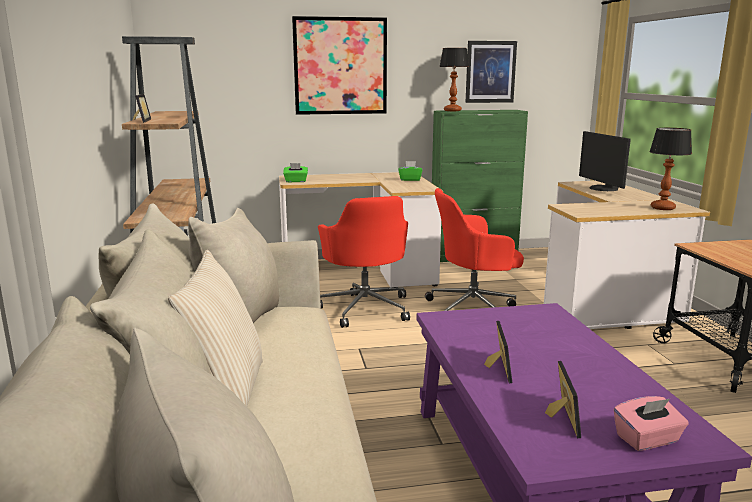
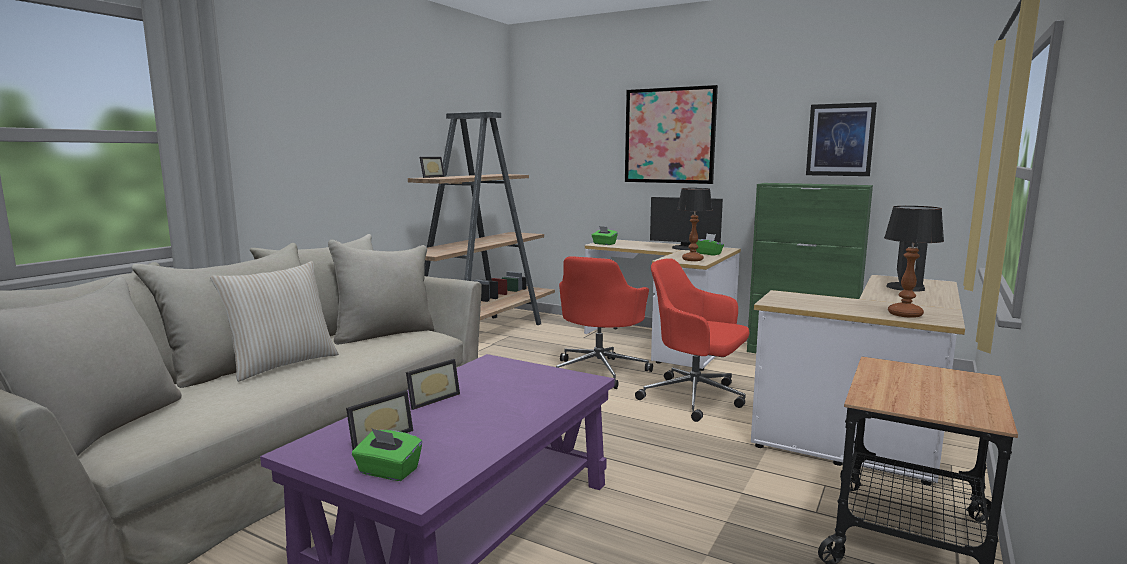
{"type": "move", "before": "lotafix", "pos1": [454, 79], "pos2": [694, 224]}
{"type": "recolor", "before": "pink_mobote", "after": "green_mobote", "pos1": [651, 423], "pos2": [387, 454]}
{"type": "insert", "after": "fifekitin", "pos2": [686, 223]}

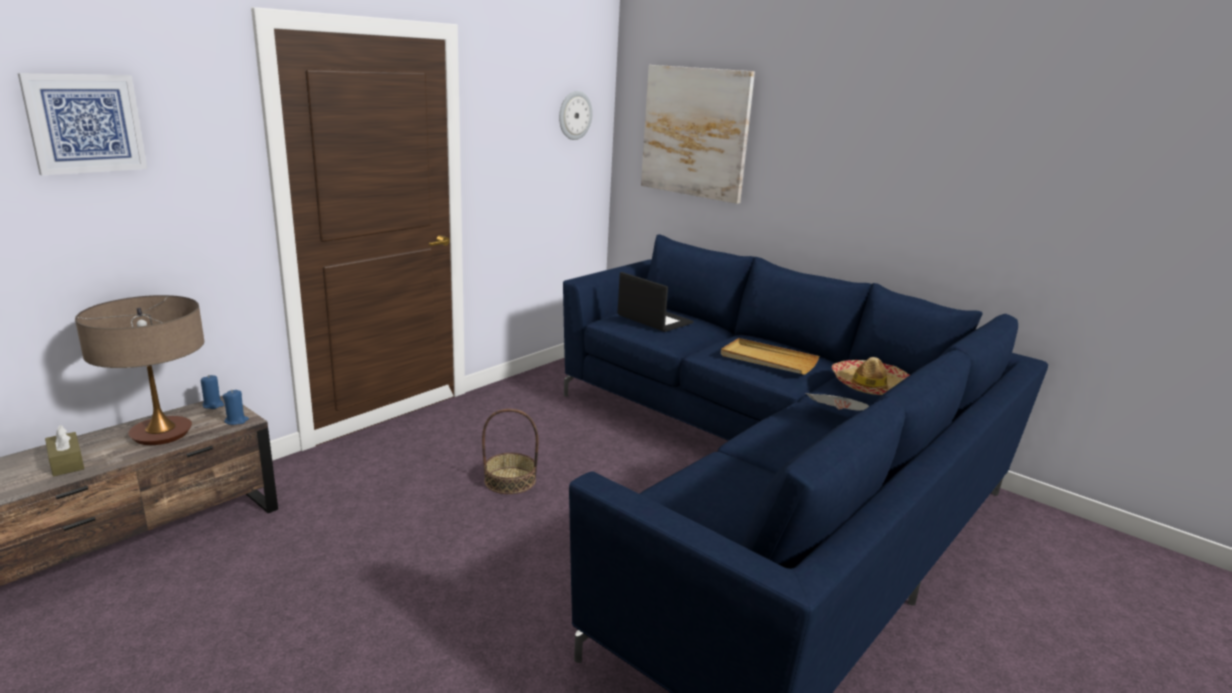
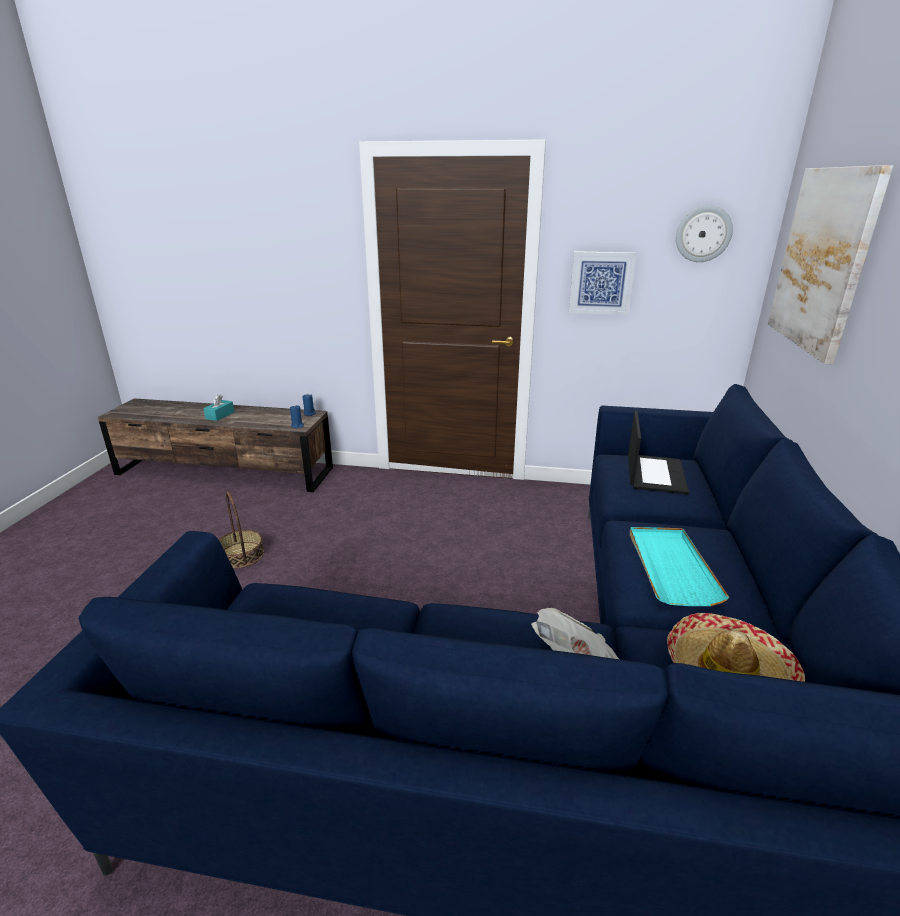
{"type": "move", "before": "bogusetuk", "pos1": [82, 124], "pos2": [603, 283]}
{"type": "recolor", "before": "brown_mobote", "after": "turquoise_mobote", "pos1": [64, 450], "pos2": [218, 407]}
{"type": "delete", "before": "lotafix", "pos1": [139, 370]}
{"type": "move", "before": "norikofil", "pos1": [510, 451], "pos2": [241, 530]}
{"type": "recolor", "before": "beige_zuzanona", "after": "turquoise_zuzanona", "pos1": [770, 356], "pos2": [679, 566]}

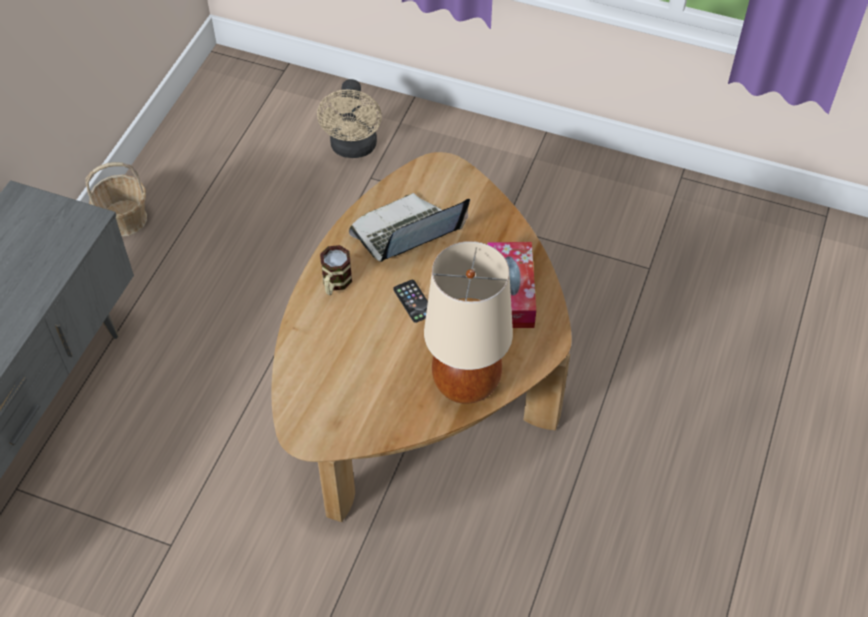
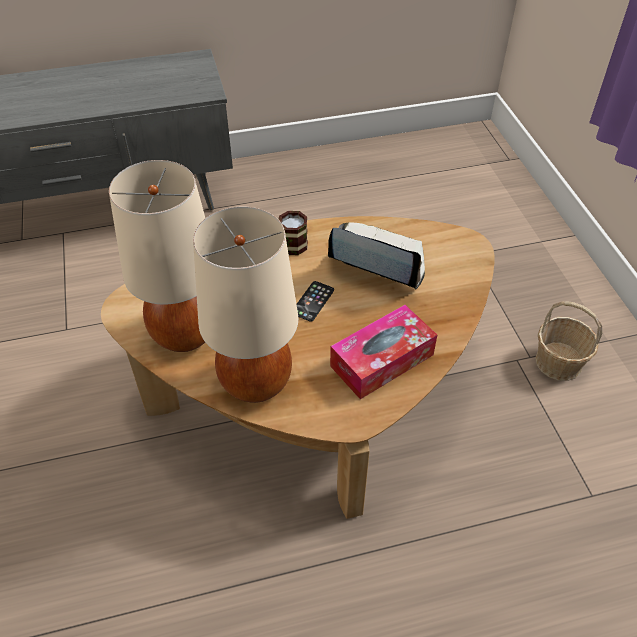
{"type": "move", "before": "norikofil", "pos1": [116, 199], "pos2": [568, 341]}
{"type": "delete", "before": "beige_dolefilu", "pos1": [349, 118]}
{"type": "insert", "after": "beige_lotafix", "pos2": [157, 256]}

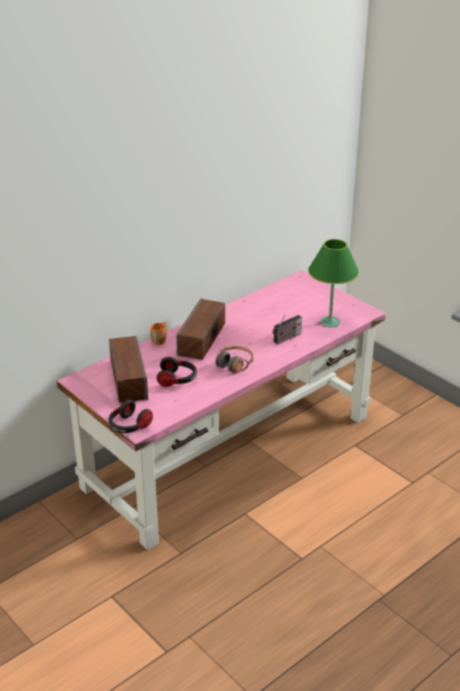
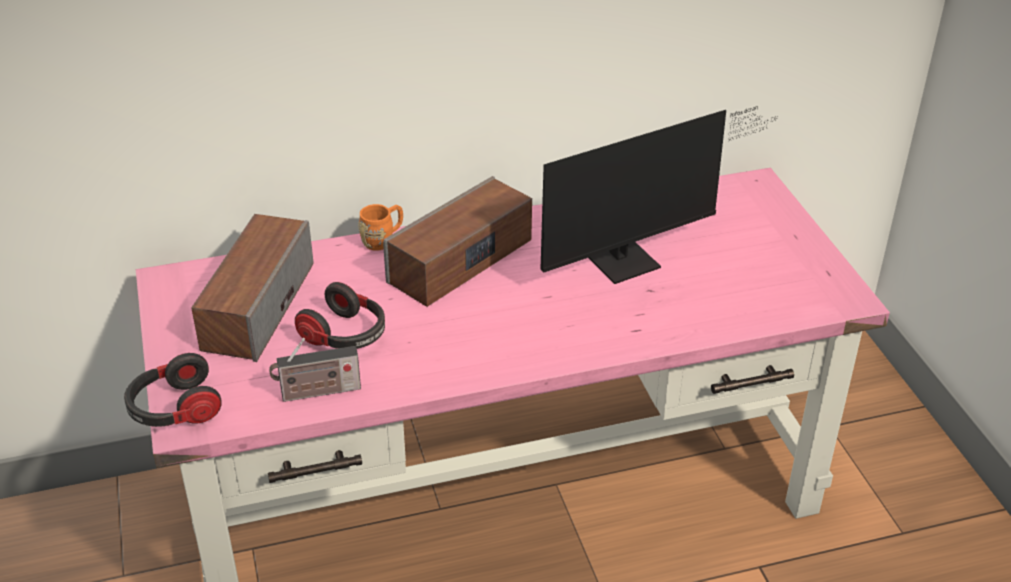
{"type": "delete", "before": "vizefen", "pos1": [235, 359]}
{"type": "move", "before": "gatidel", "pos1": [287, 329], "pos2": [315, 370]}
{"type": "delete", "before": "green_lotafix", "pos1": [333, 283]}
{"type": "insert", "after": "fifekitin", "pos2": [658, 195]}

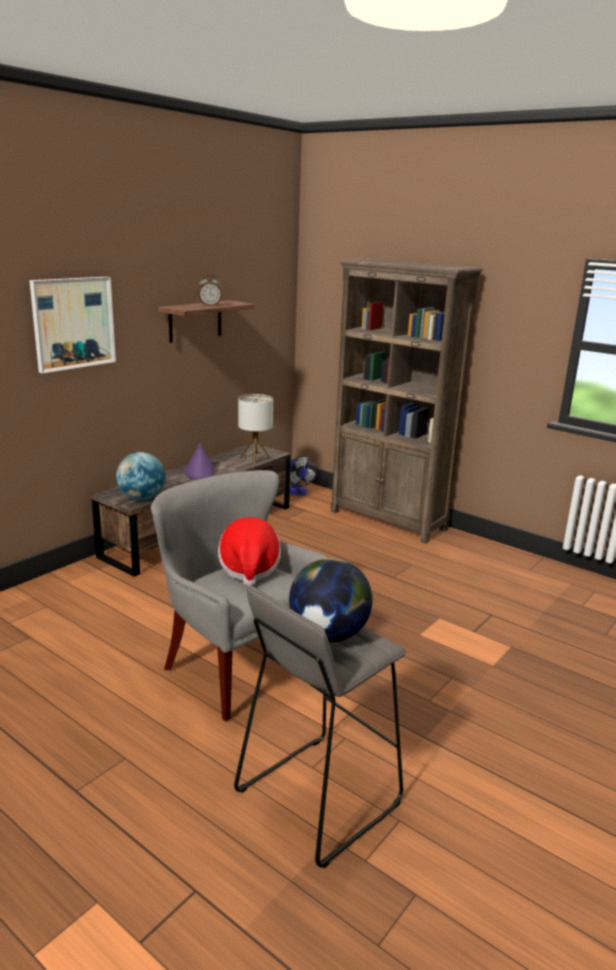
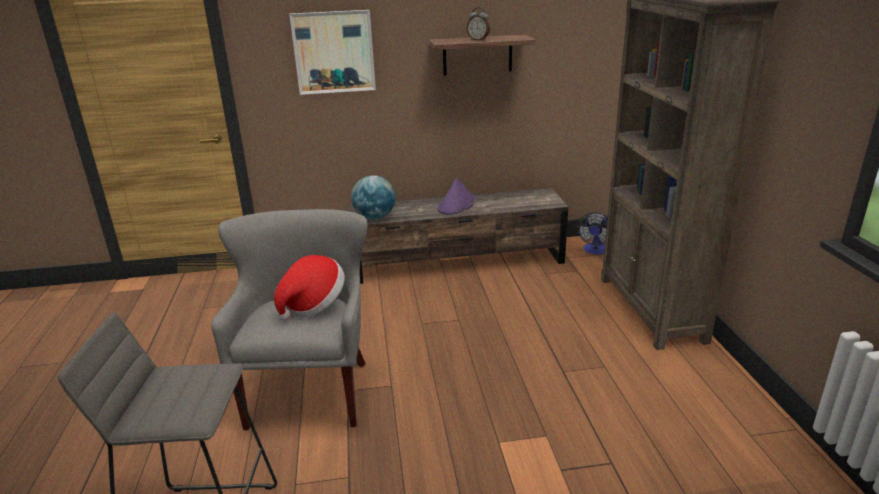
{"type": "delete", "before": "lotafix", "pos1": [255, 428]}
{"type": "delete", "before": "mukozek", "pos1": [330, 600]}

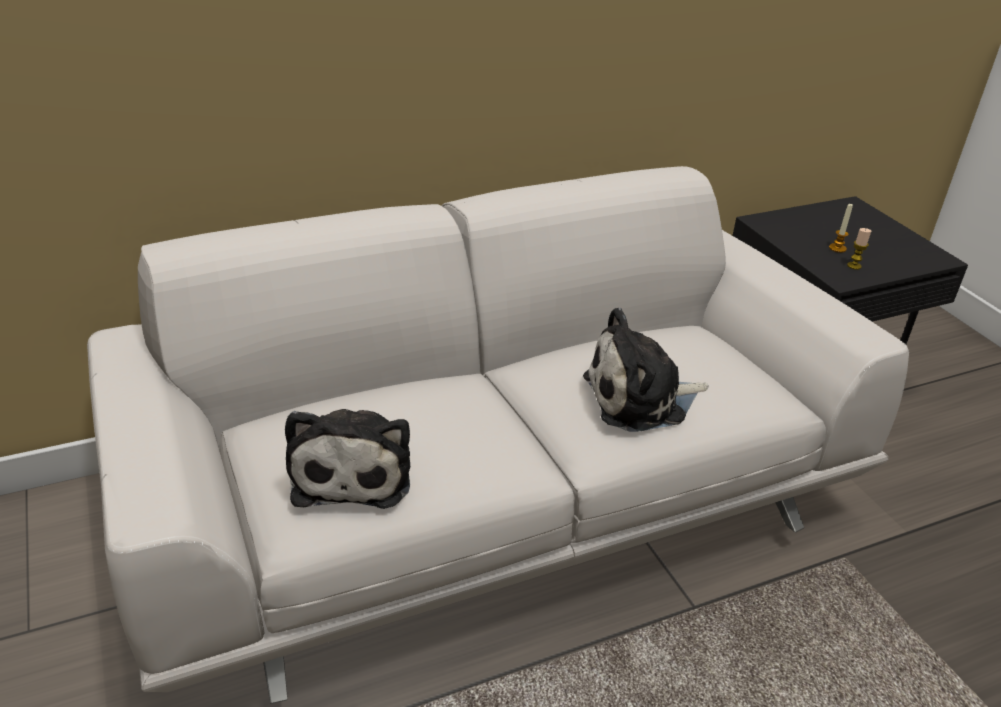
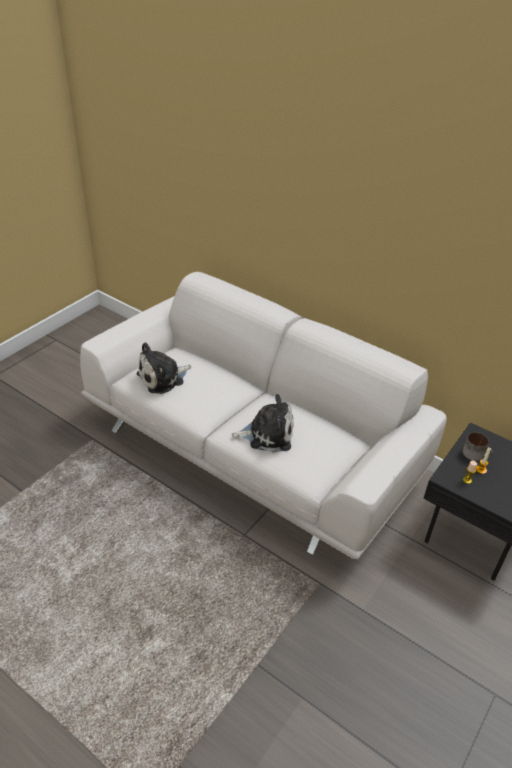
{"type": "rotate", "before": "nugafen", "pos1": [645, 370], "pos2": [263, 423], "turn": 135}
{"type": "insert", "after": "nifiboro", "pos2": [478, 446]}

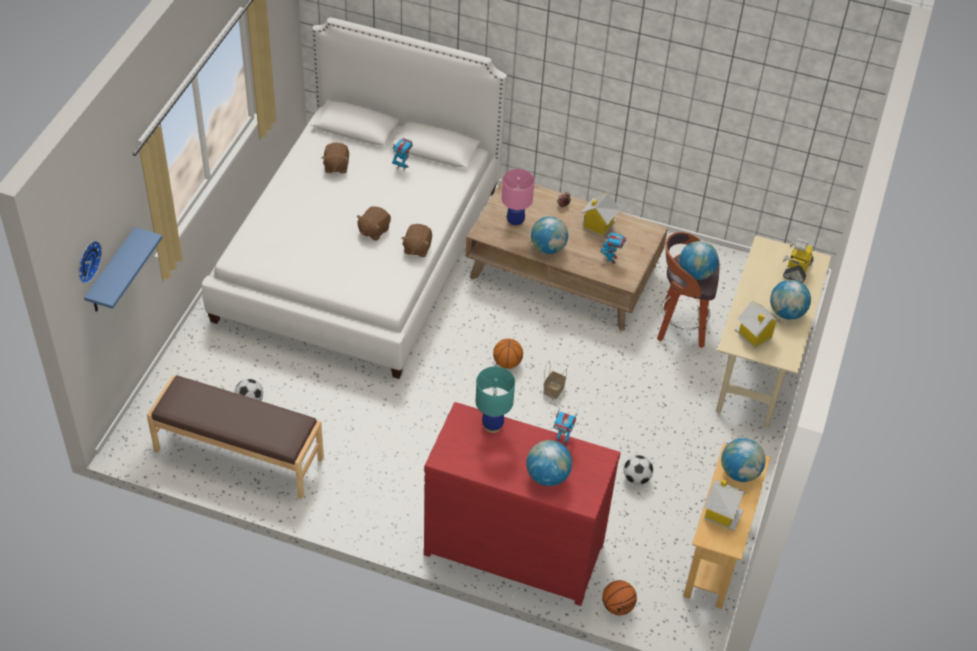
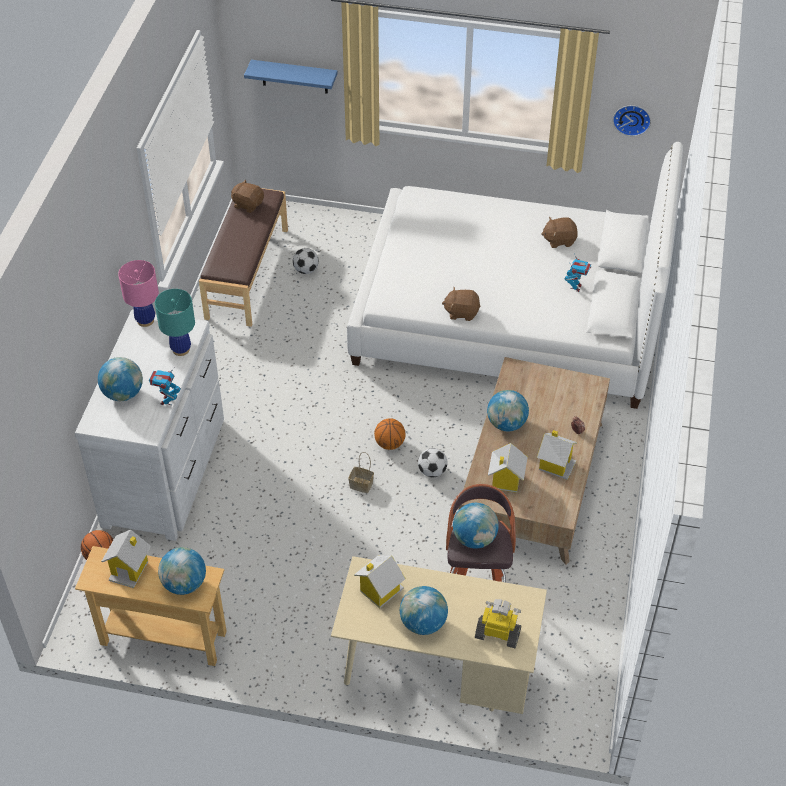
{"type": "move", "before": "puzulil", "pos1": [90, 262], "pos2": [632, 120]}
{"type": "move", "before": "brown_nugafen", "pos1": [374, 223], "pos2": [247, 196]}
{"type": "recolor", "before": "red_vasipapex", "after": "white_vasipapex", "pos1": [522, 504], "pos2": [149, 425]}
{"type": "move", "before": "pink_lotafix", "pos1": [518, 198], "pos2": [138, 293]}
{"type": "replace", "before": "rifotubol", "after": "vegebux", "pos1": [614, 245], "pos2": [508, 468]}
{"type": "move", "before": "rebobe", "pos1": [638, 470], "pos2": [432, 462]}

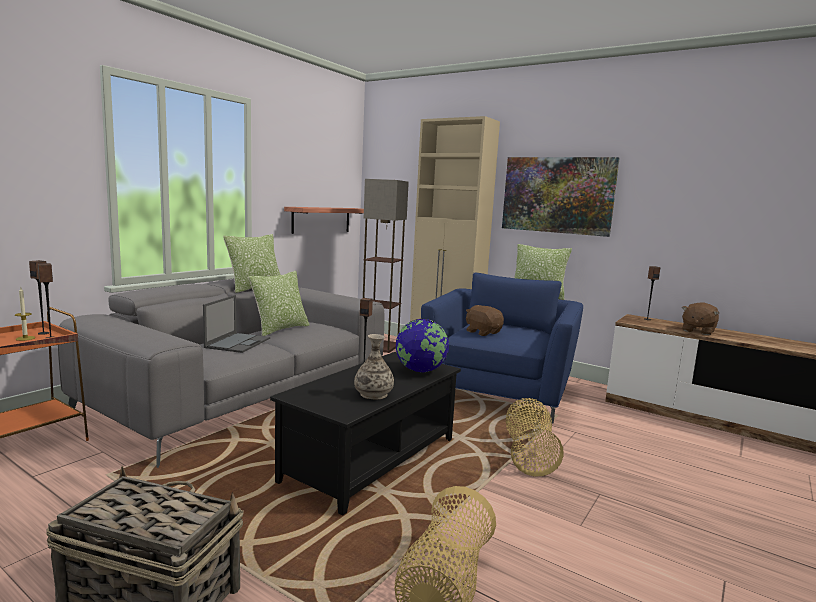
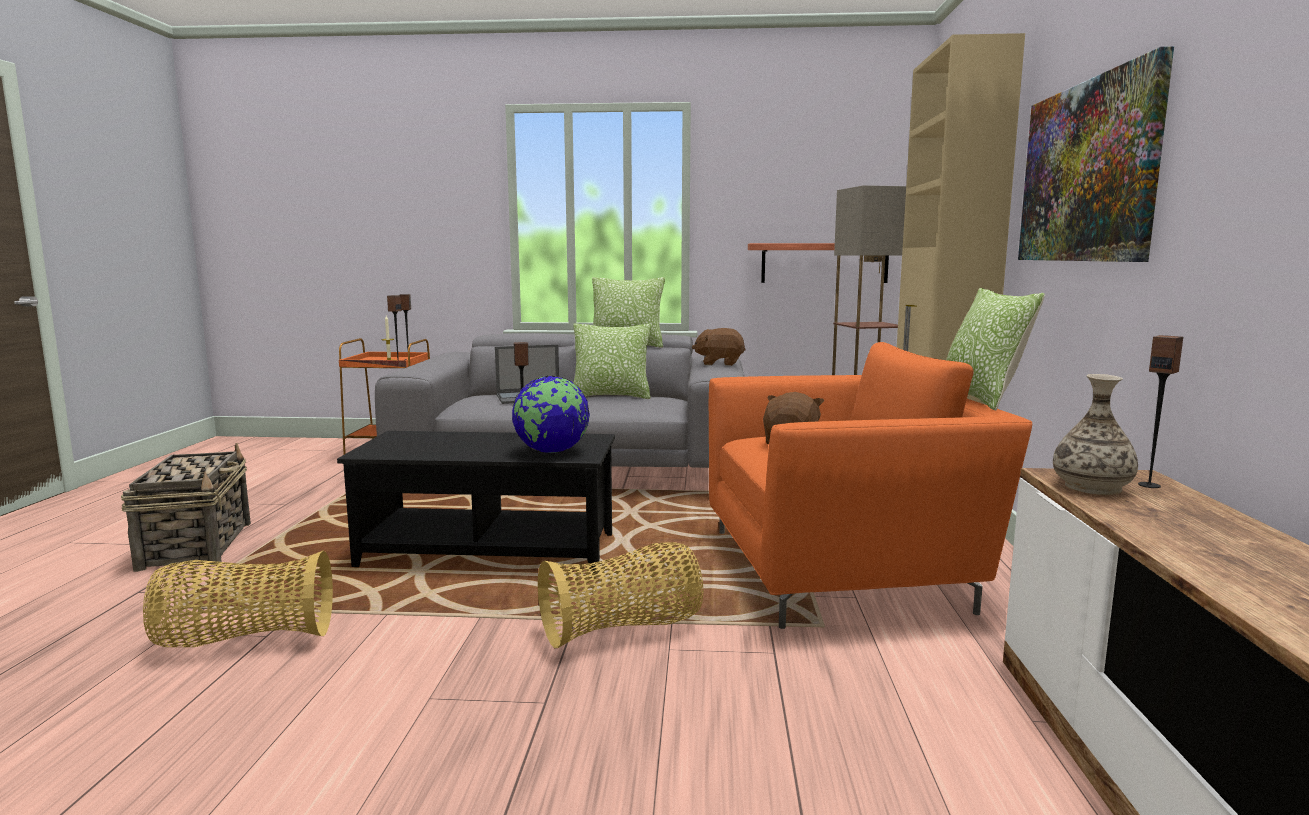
{"type": "move", "before": "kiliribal", "pos1": [374, 367], "pos2": [1095, 434]}
{"type": "recolor", "before": "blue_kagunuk", "after": "orange_kagunuk", "pos1": [502, 347], "pos2": [870, 485]}
{"type": "move", "before": "brown_nugafen", "pos1": [700, 319], "pos2": [719, 347]}

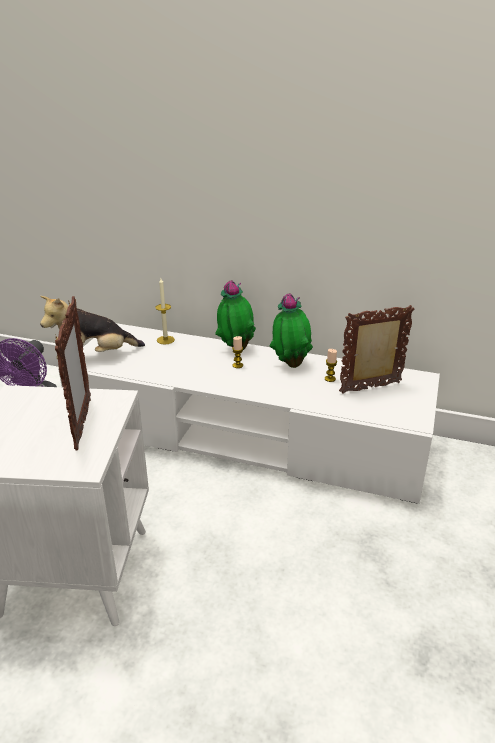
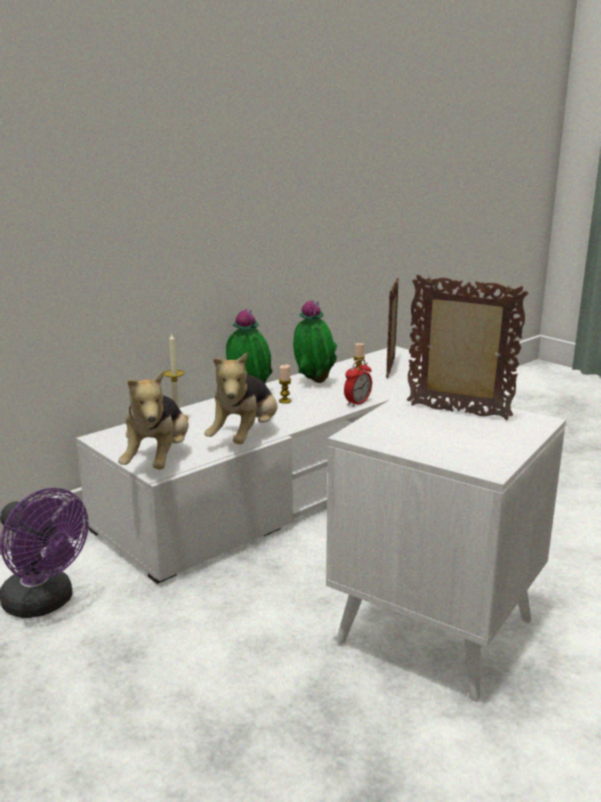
{"type": "insert", "after": "nugafen", "pos2": [240, 398]}
{"type": "insert", "after": "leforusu", "pos2": [358, 383]}

